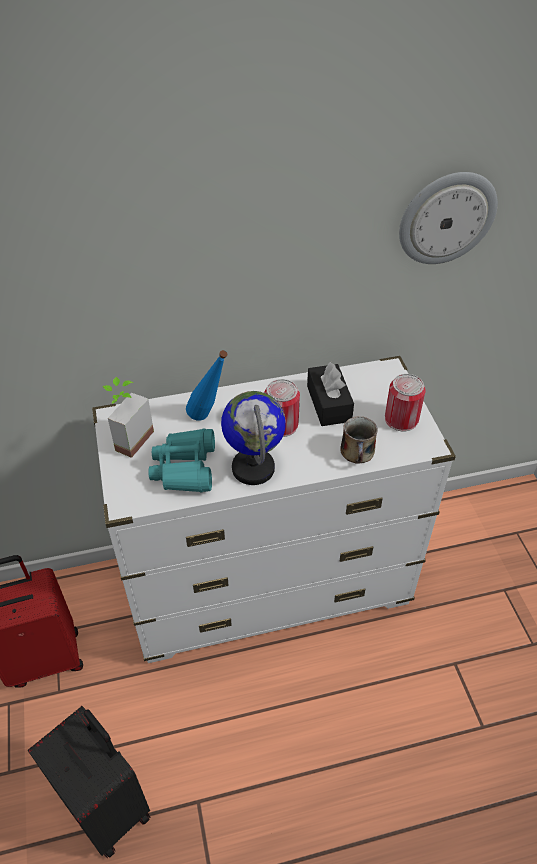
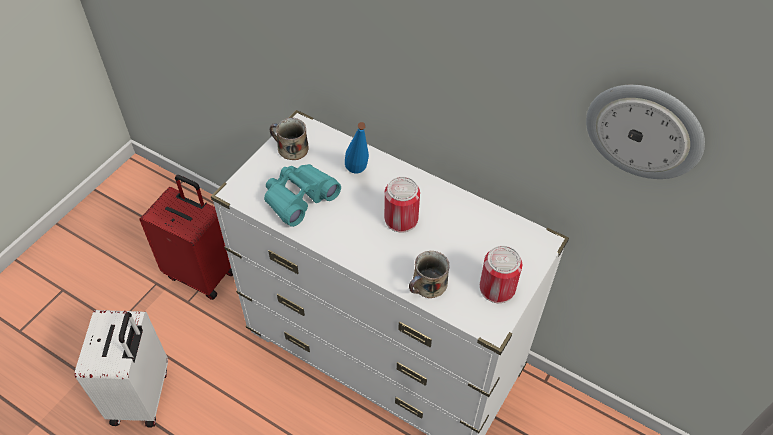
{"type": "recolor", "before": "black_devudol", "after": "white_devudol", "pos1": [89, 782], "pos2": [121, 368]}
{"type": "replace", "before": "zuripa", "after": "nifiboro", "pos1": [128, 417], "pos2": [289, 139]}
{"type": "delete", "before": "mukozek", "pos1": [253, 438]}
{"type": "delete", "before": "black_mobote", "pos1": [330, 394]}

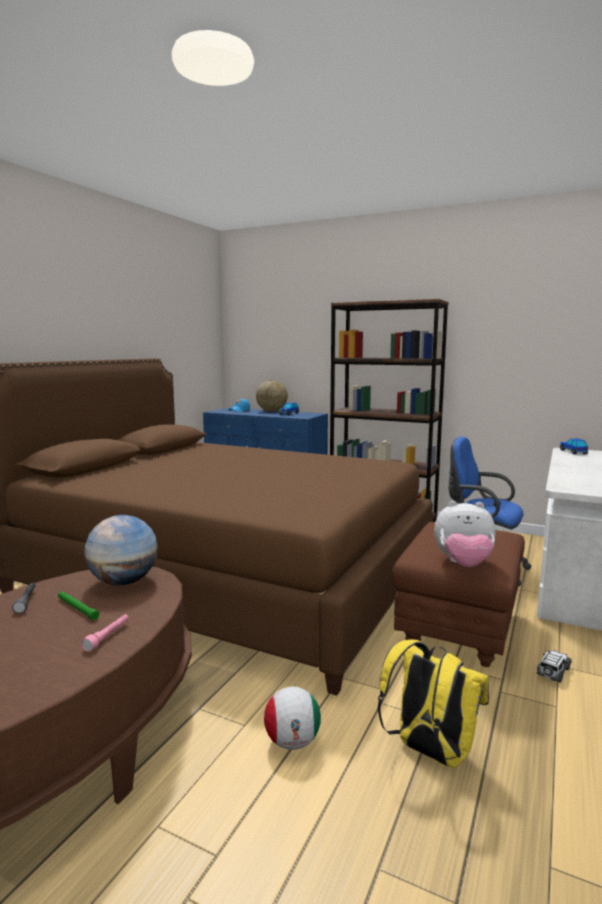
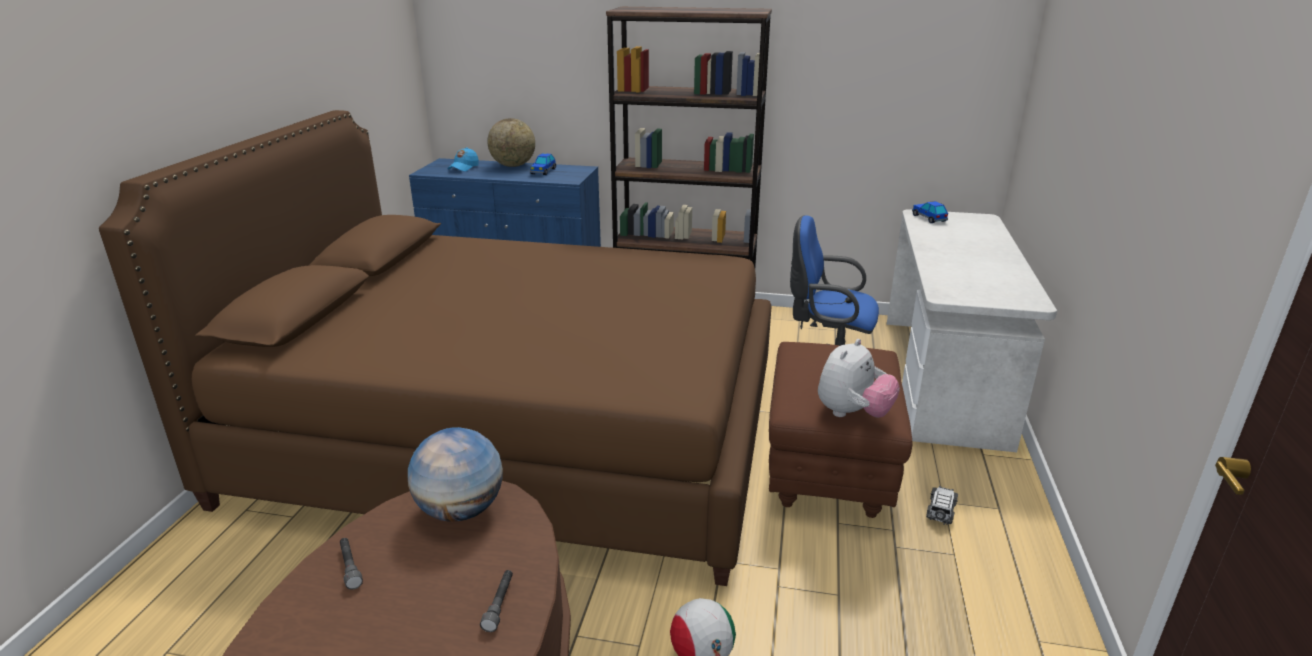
{"type": "delete", "before": "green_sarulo", "pos1": [78, 606]}
{"type": "recolor", "before": "pink_sarulo", "after": "grey_sarulo", "pos1": [105, 633], "pos2": [496, 601]}
{"type": "delete", "before": "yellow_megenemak", "pos1": [433, 703]}
{"type": "rotate", "before": "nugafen", "pos1": [464, 534], "pos2": [859, 378], "turn": -45}

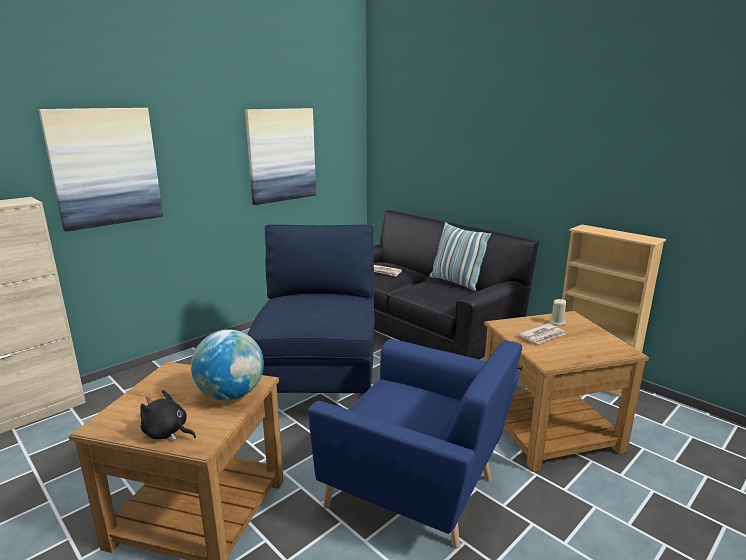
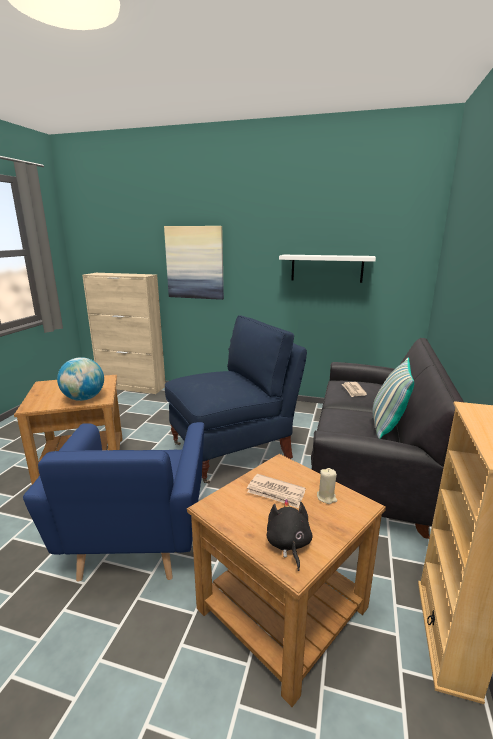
{"type": "move", "before": "black_nugafen", "pos1": [168, 415], "pos2": [289, 535]}
{"type": "replace", "before": "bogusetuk", "after": "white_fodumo", "pos1": [280, 156], "pos2": [327, 269]}

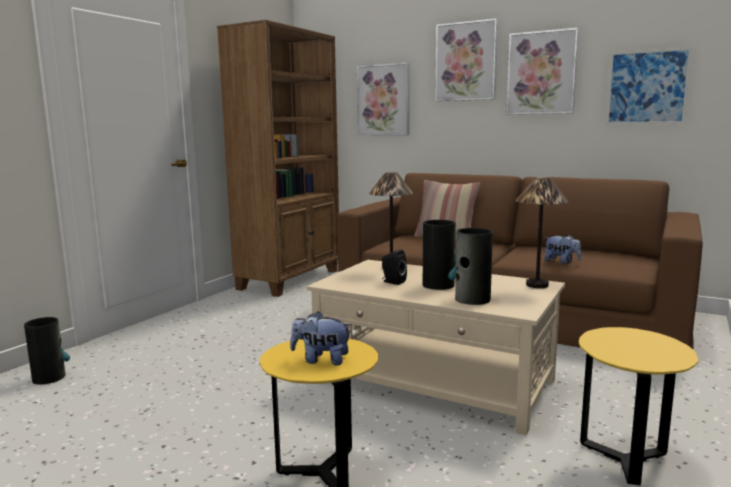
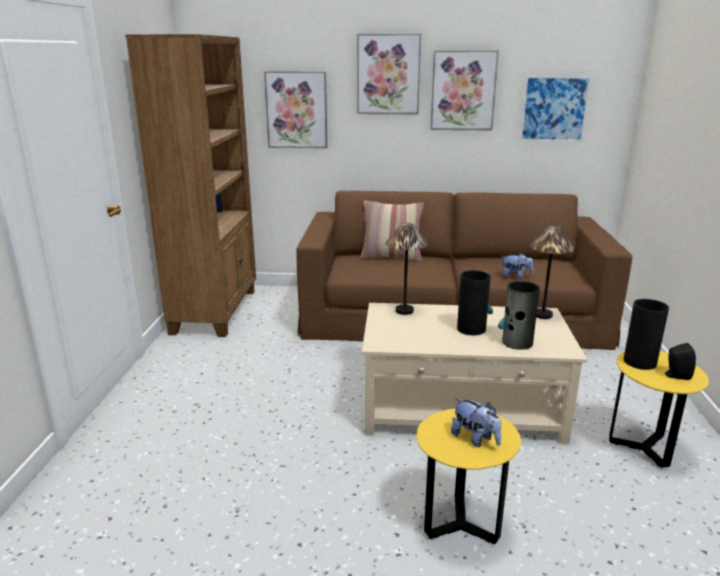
{"type": "move", "before": "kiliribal", "pos1": [47, 351], "pos2": [646, 334]}
{"type": "rotate", "before": "nugafen", "pos1": [321, 338], "pos2": [476, 422], "turn": -120}
{"type": "move", "before": "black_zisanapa", "pos1": [394, 267], "pos2": [680, 361]}

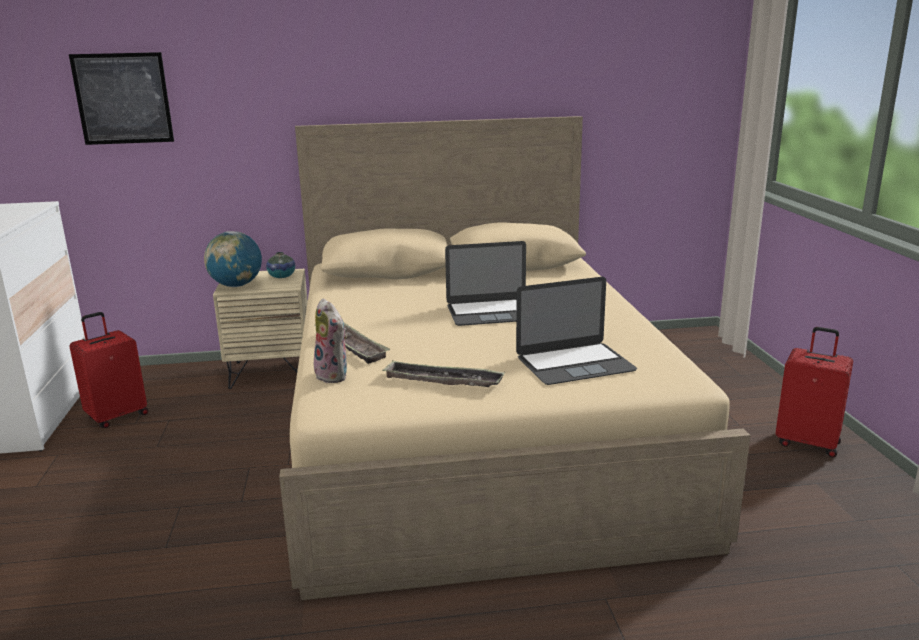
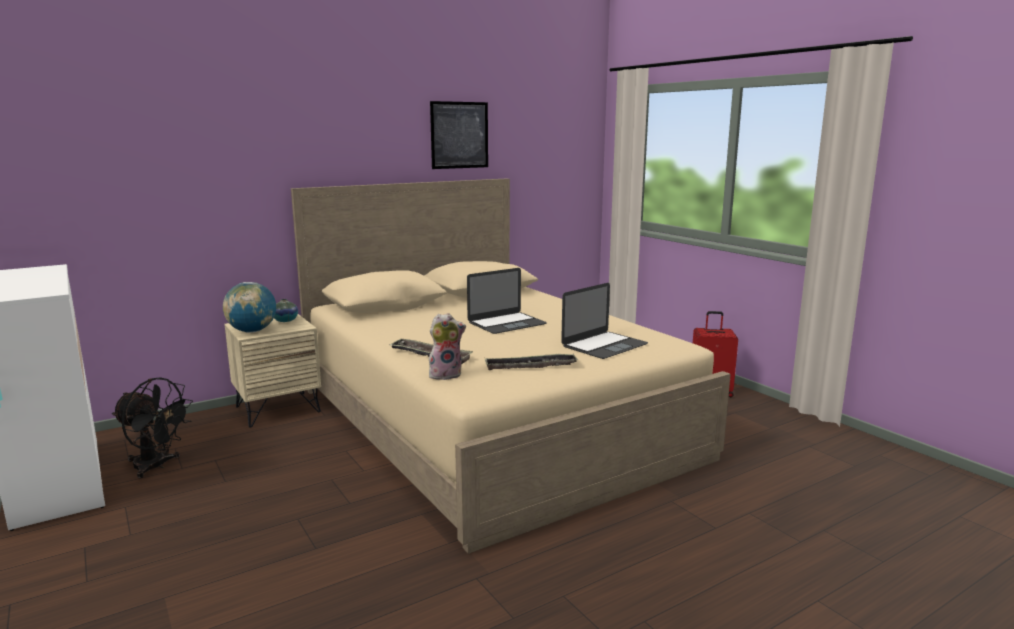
{"type": "move", "before": "bogusetuk", "pos1": [121, 98], "pos2": [459, 135]}
{"type": "replace", "before": "red_devudol", "after": "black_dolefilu", "pos1": [108, 370], "pos2": [152, 428]}
{"type": "rotate", "before": "nugafen", "pos1": [330, 340], "pos2": [447, 346], "turn": -45}

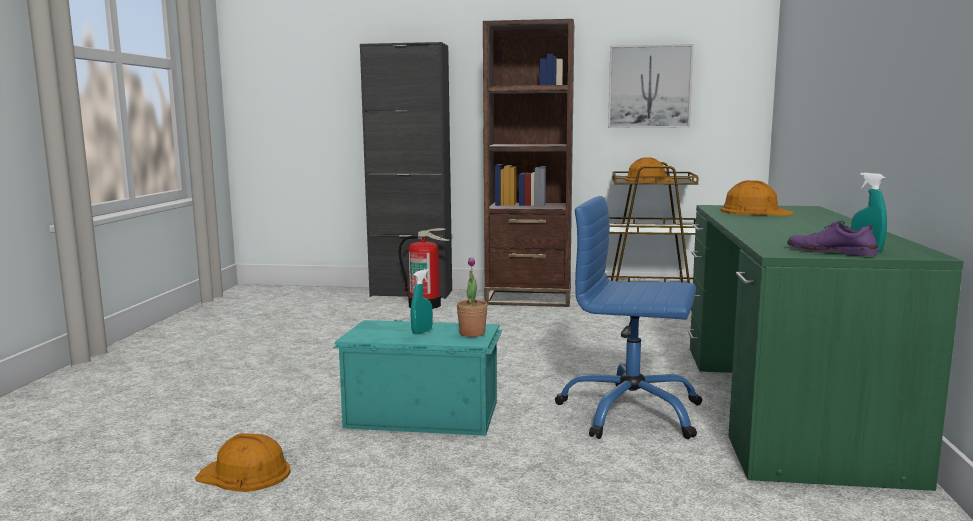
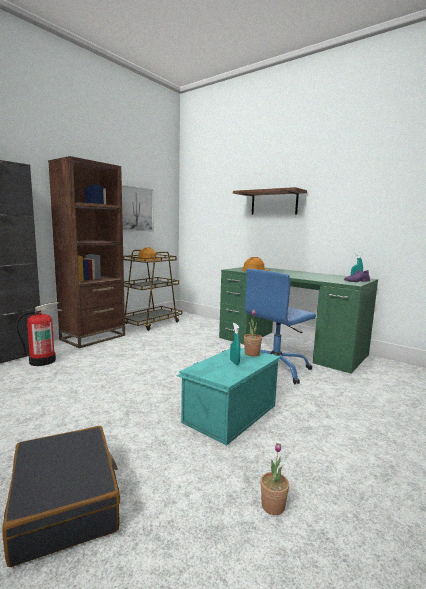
{"type": "replace", "before": "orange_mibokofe", "after": "zuripa", "pos1": [243, 462], "pos2": [275, 479]}
{"type": "insert", "after": "black_devudol", "pos2": [61, 496]}
{"type": "insert", "after": "brown_fodumo", "pos2": [270, 201]}

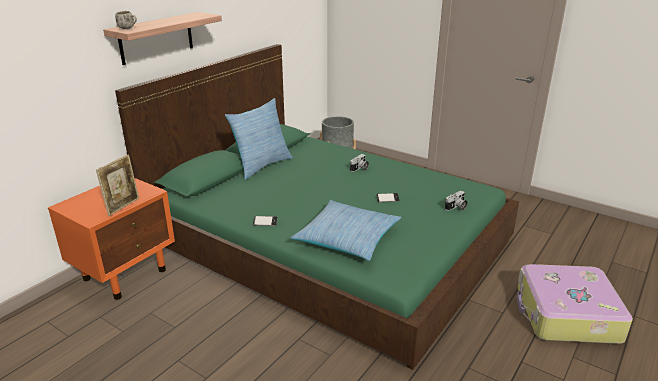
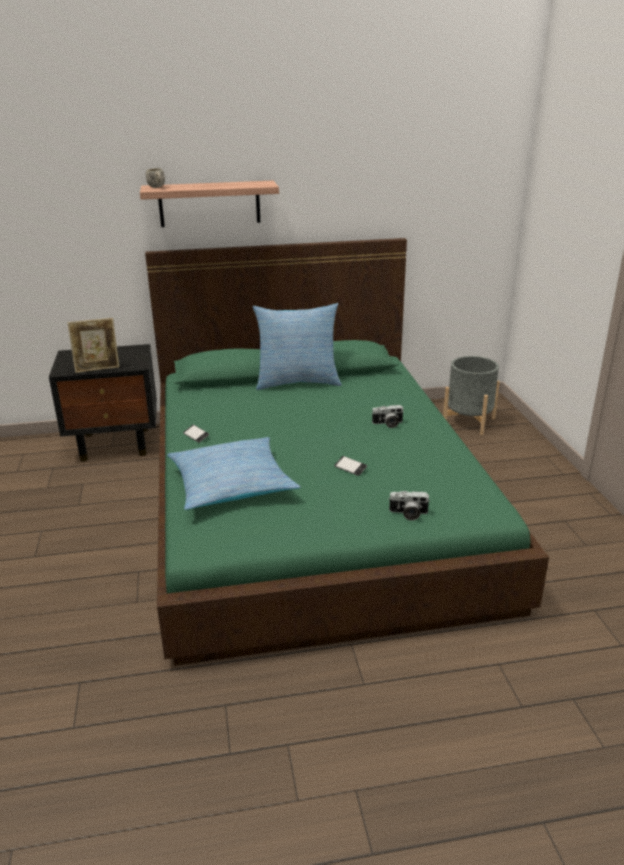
{"type": "recolor", "before": "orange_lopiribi", "after": "black_lopiribi", "pos1": [111, 239], "pos2": [103, 403]}
{"type": "delete", "before": "devudol", "pos1": [575, 304]}

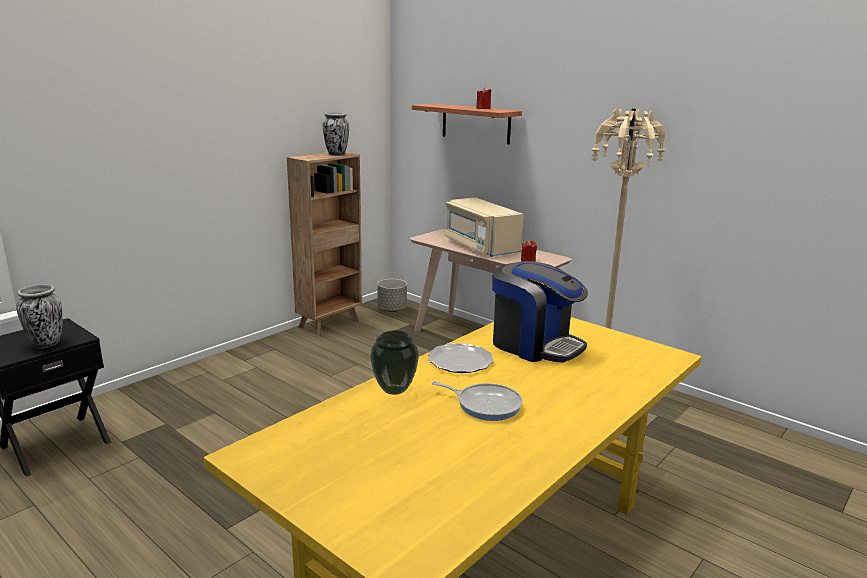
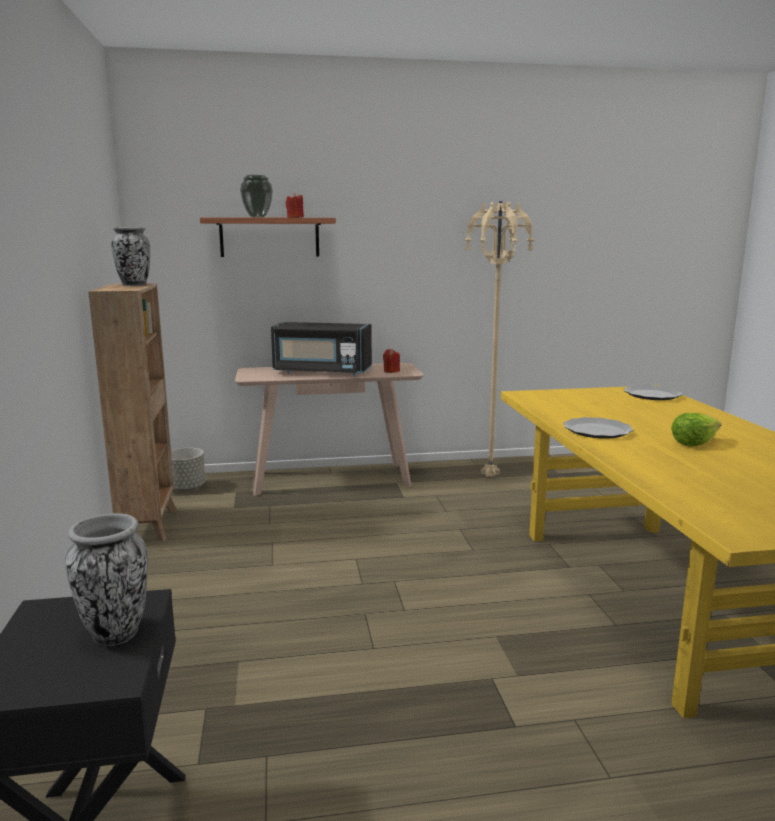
{"type": "move", "before": "kiliribal", "pos1": [394, 363], "pos2": [256, 196]}
{"type": "replace", "before": "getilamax", "after": "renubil", "pos1": [476, 401], "pos2": [696, 430]}
{"type": "recolor", "before": "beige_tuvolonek", "after": "black_tuvolonek", "pos1": [484, 227], "pos2": [321, 349]}
{"type": "delete", "before": "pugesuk", "pos1": [540, 312]}
{"type": "insert", "after": "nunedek", "pos2": [653, 392]}

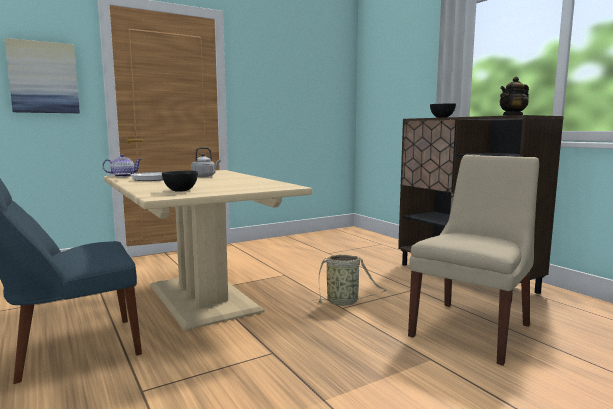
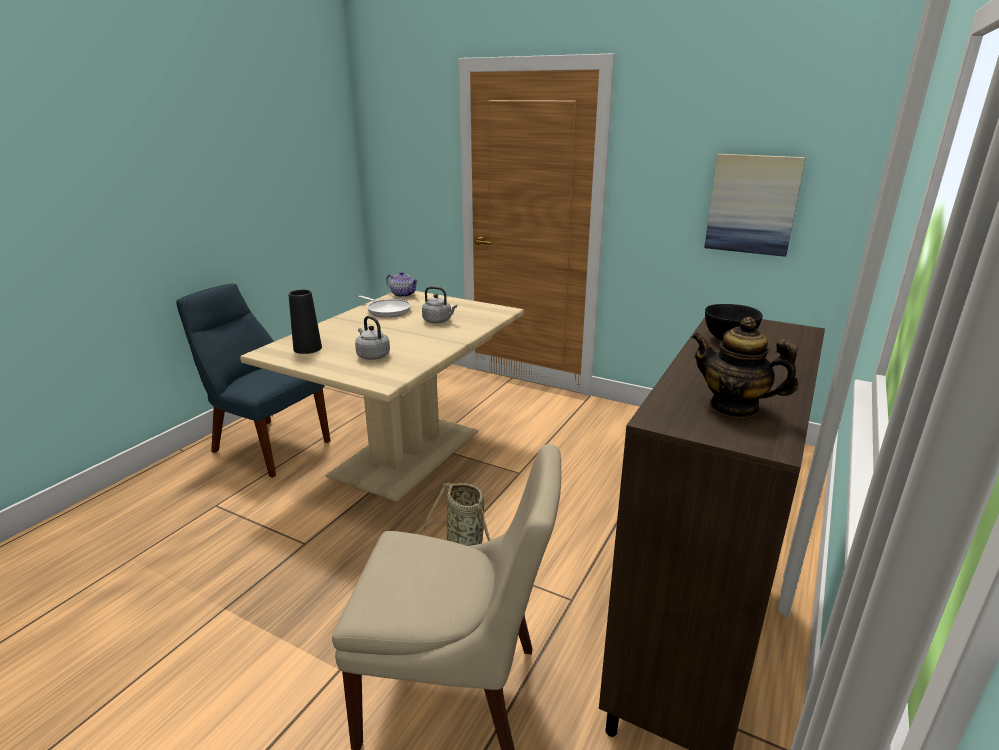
{"type": "move", "before": "bogusetuk", "pos1": [42, 75], "pos2": [755, 205]}
{"type": "replace", "before": "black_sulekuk", "after": "black_kiliribal", "pos1": [180, 181], "pos2": [305, 322]}
{"type": "insert", "after": "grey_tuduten", "pos2": [372, 338]}

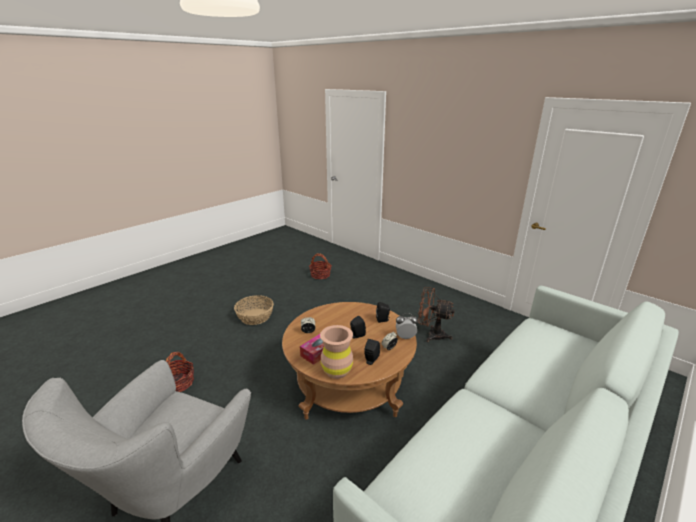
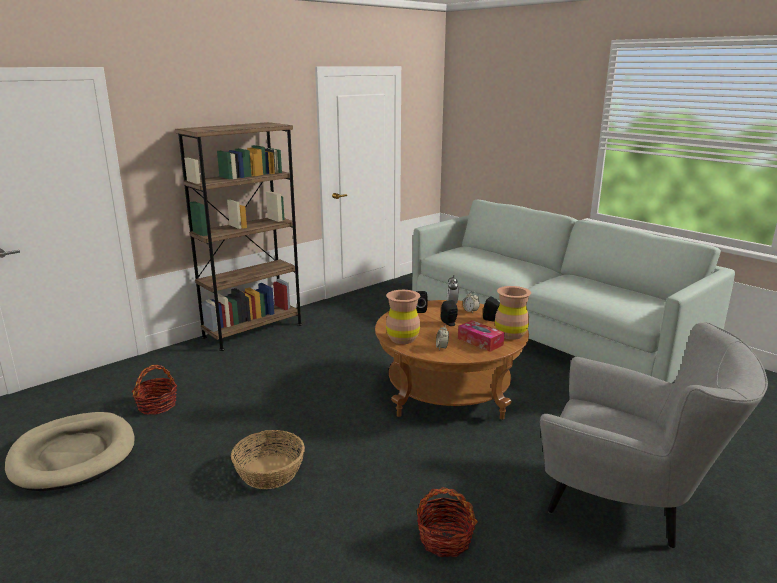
{"type": "delete", "before": "brown_dolefilu", "pos1": [436, 314]}
{"type": "insert", "after": "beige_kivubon", "pos2": [70, 451]}
{"type": "insert", "after": "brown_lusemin", "pos2": [238, 236]}
{"type": "insert", "after": "brown_kiliribal", "pos2": [403, 317]}

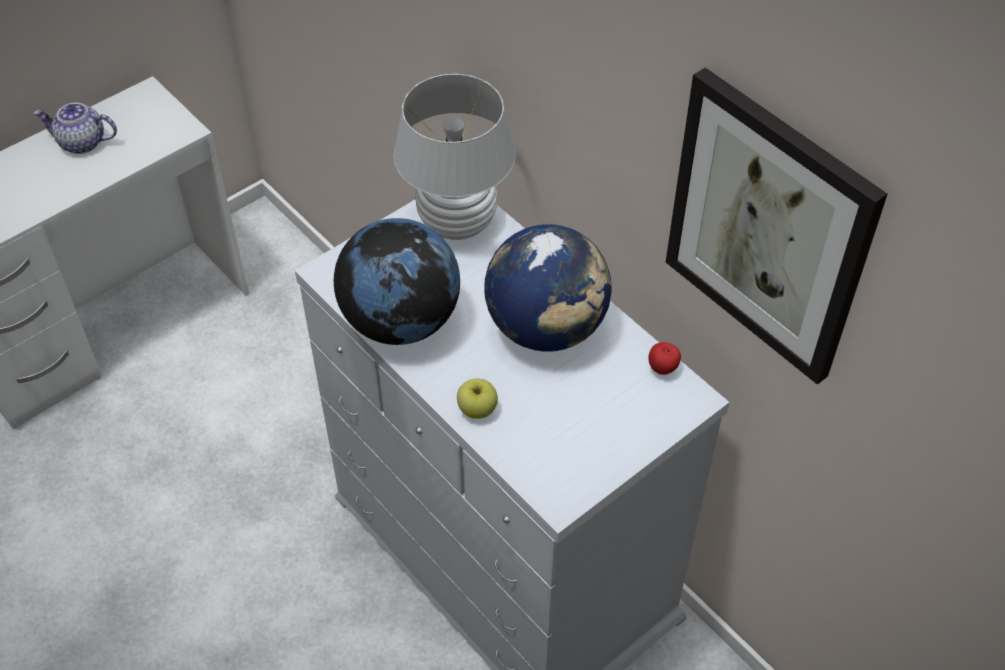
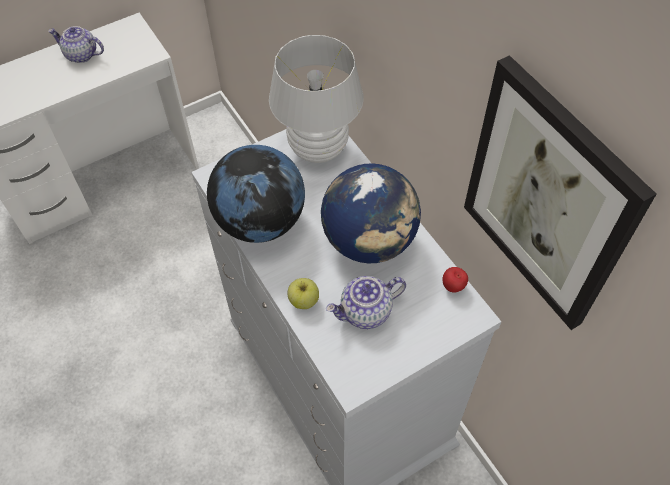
{"type": "insert", "after": "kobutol", "pos2": [366, 302]}

